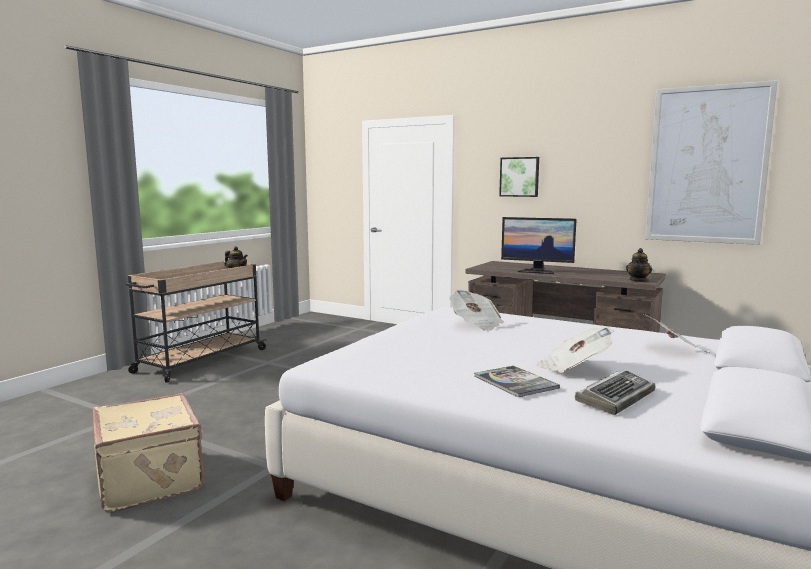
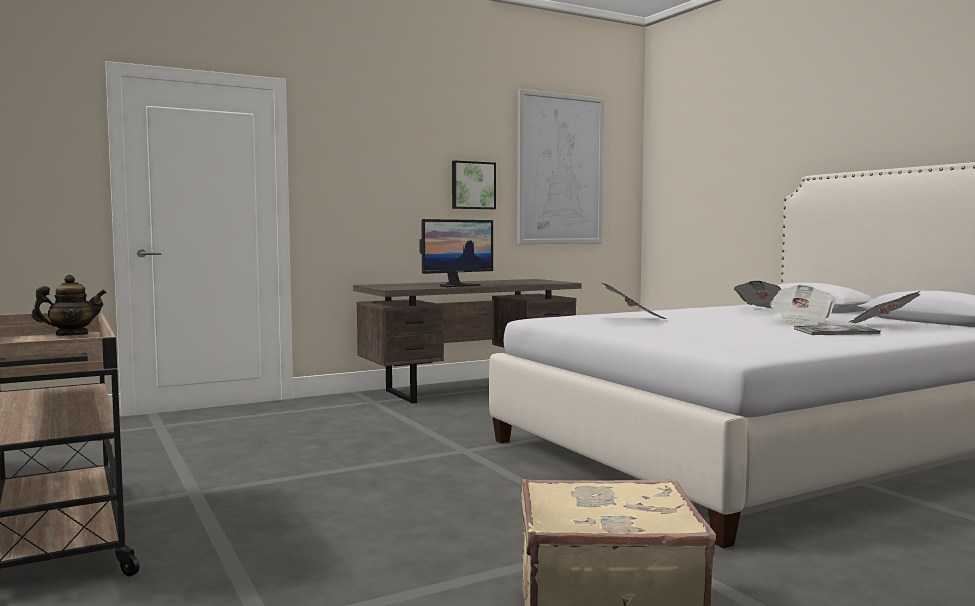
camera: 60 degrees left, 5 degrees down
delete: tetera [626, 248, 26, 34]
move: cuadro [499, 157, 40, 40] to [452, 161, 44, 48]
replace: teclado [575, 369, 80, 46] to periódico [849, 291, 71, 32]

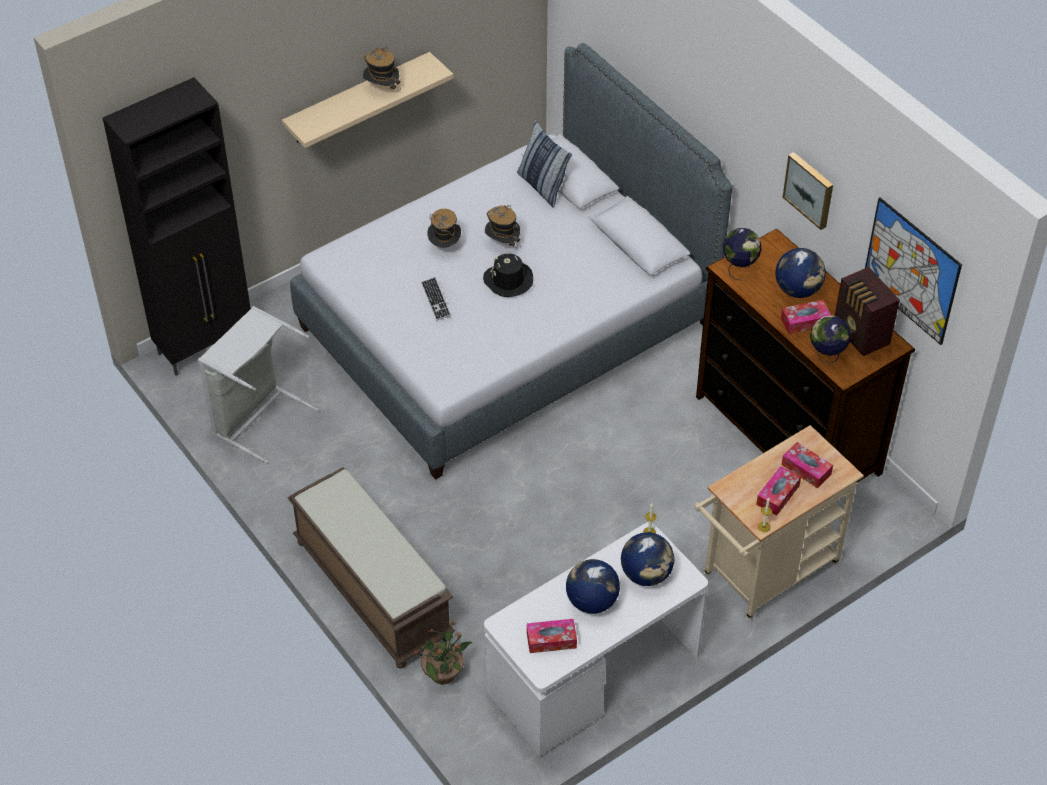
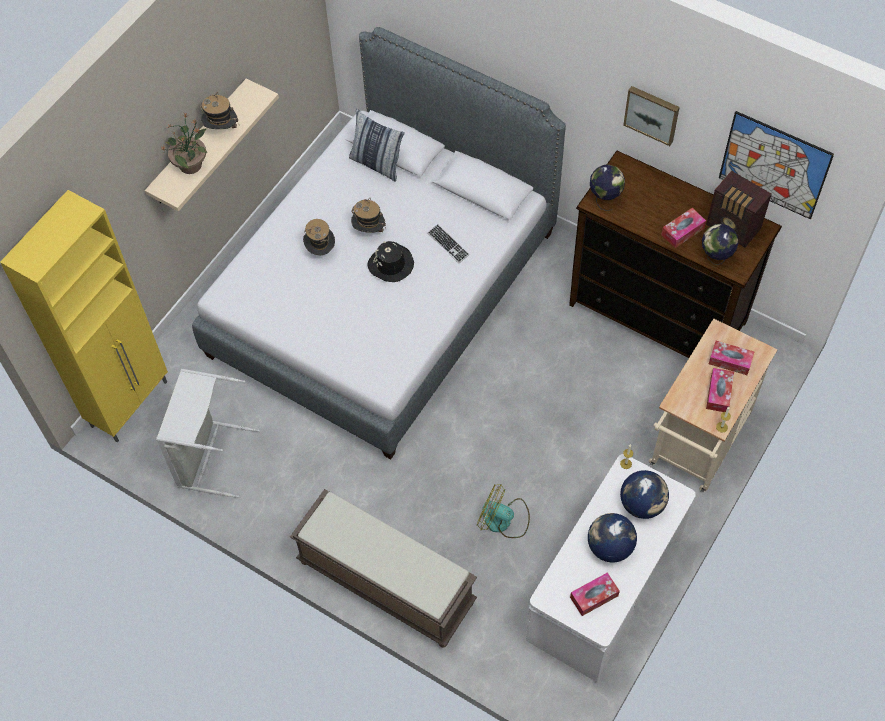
camera: 20 degrees left, 10 degrees up
delete: globo terráqueo [775, 248, 51, 50]
insert: ventilador [477, 484, 53, 54]
move: planta en maceta [413, 619, 59, 65] to [161, 113, 46, 61]; teclado [421, 277, 30, 44] to [428, 224, 42, 39]
recolor: armario [negro] [103, 77, 148, 299] to armario [amarillo] [0, 190, 168, 253]

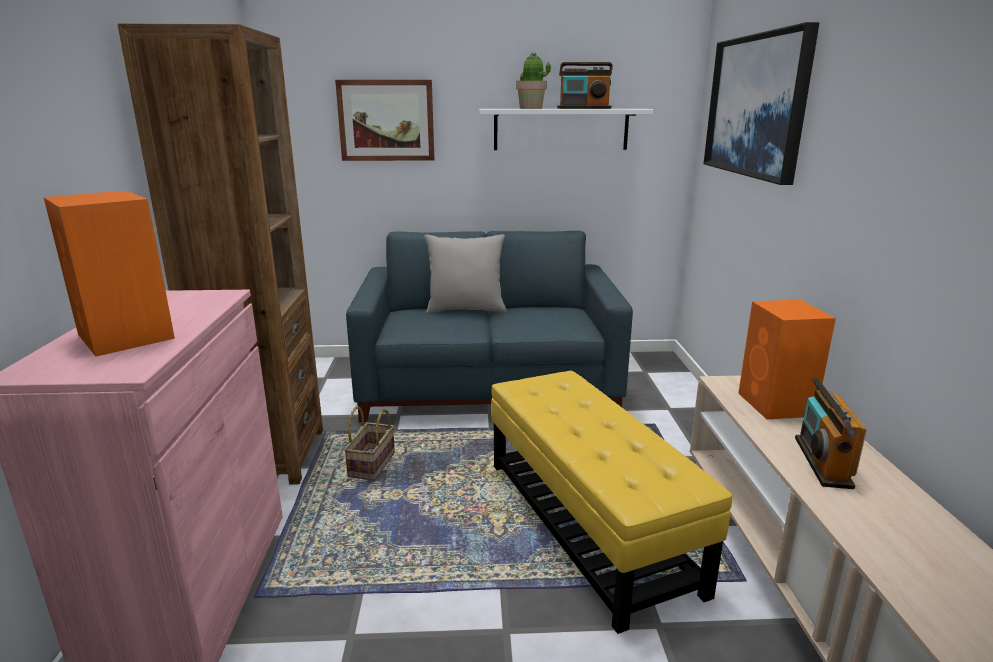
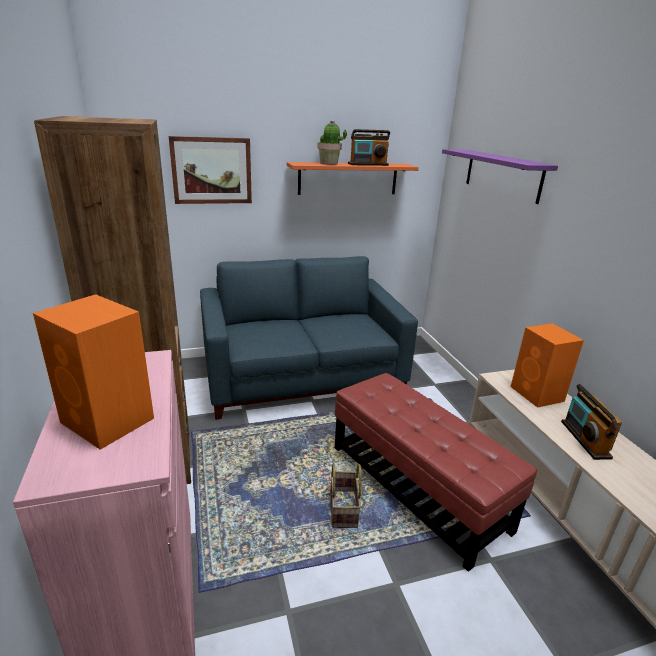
camera: 15 degrees left, 5 degrees up
delete: cojín [gris] [425, 235, 82, 79]
move: cesta [344, 406, 51, 74] to [330, 463, 32, 65]
replace: cuadro [704, 22, 116, 163] to estante [morado] [442, 149, 116, 55]
recolor: estante [blanco] [479, 109, 174, 41] to estante [naranja] [287, 162, 132, 33]; puf [amarillo] [491, 371, 242, 263] to puf [rojo] [335, 373, 202, 199]

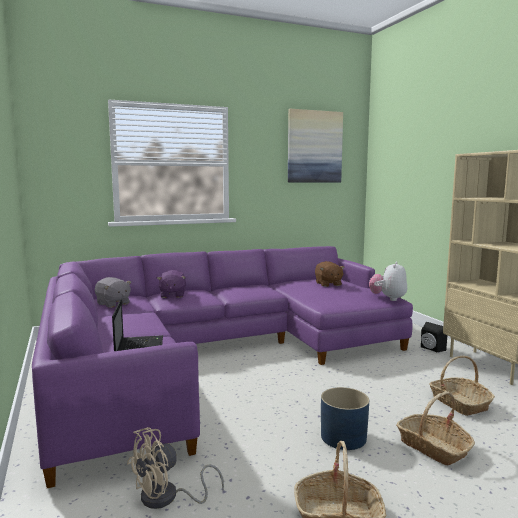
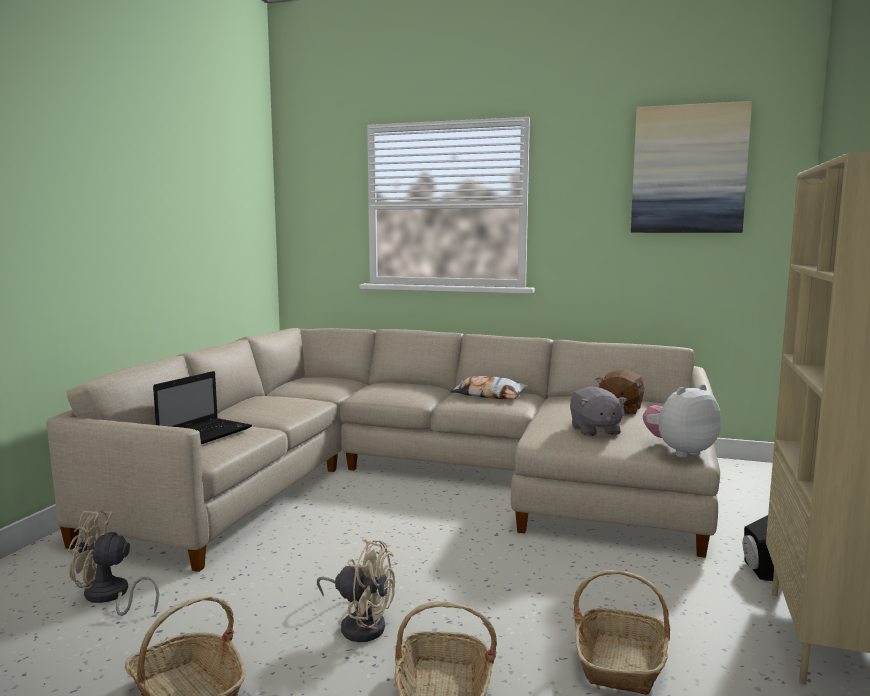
camera: 40 degrees right, 0 degrees up
delete: peluche [morado] [157, 270, 29, 28]
insert: cojín [450, 376, 78, 23]
move: peluche [gris] [95, 277, 36, 31] to [570, 386, 57, 50]
replace: maceta [azul] [321, 387, 48, 63] to ventilador [beis] [317, 539, 78, 103]
recolor: sofá [morado] [32, 246, 381, 242] to sofá [beis] [46, 328, 674, 244]

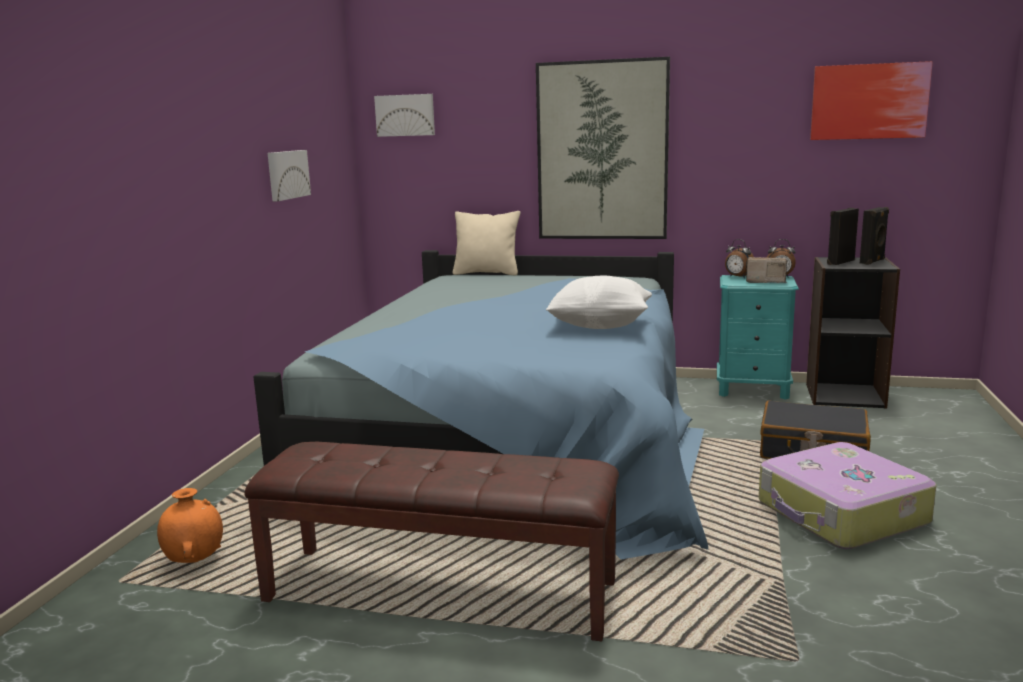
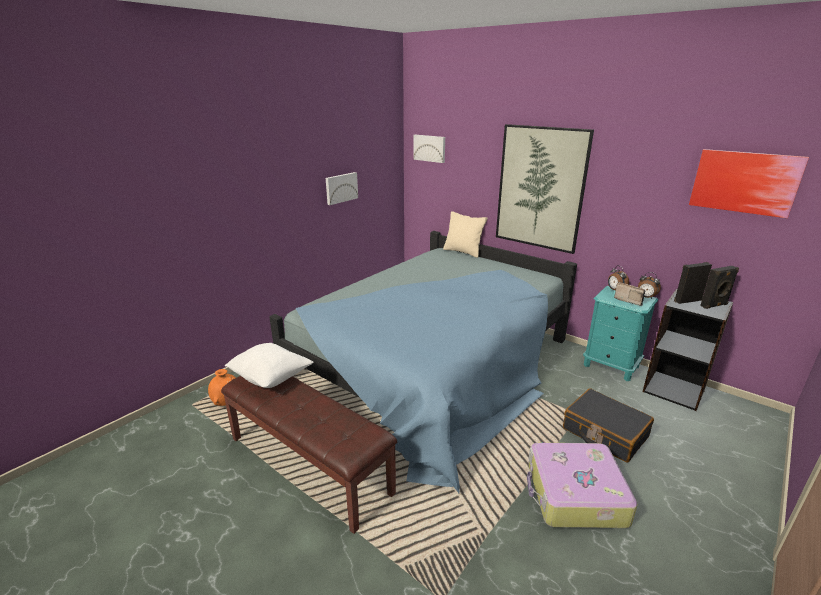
camera: 25 degrees right, 10 degrees up
move: cojín [blanco] [546, 276, 106, 53] to [225, 343, 88, 45]

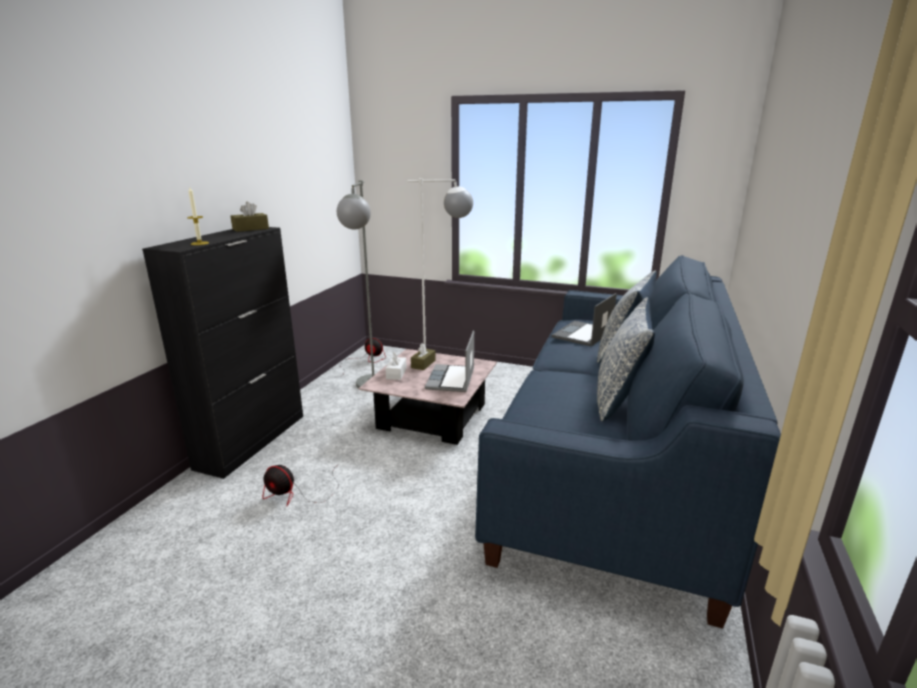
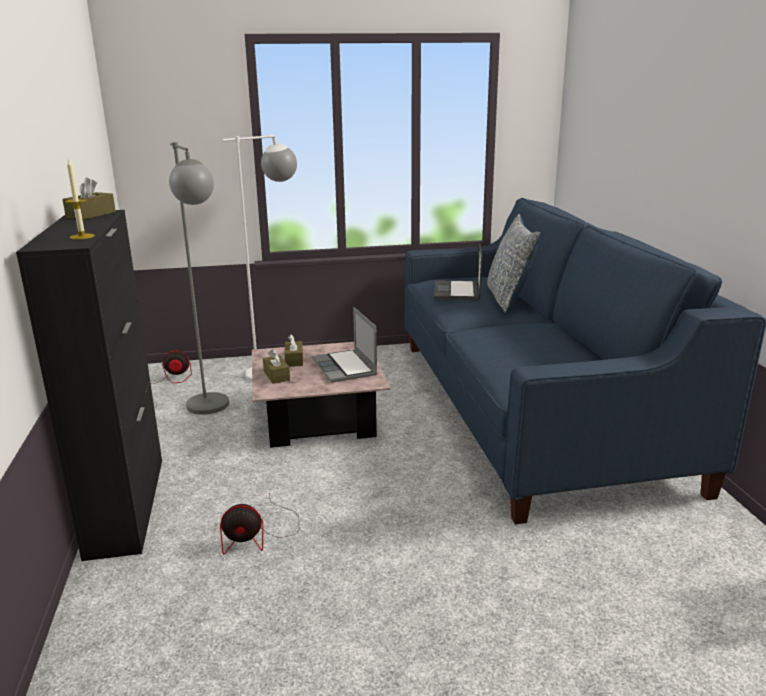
camera: 30 degrees left, 0 degrees up
delete: cojín [597, 297, 58, 125]
recolor: caja de pañuelos [blanco] [385, 352, 22, 28] to caja de pañuelos [marrón] [263, 349, 27, 35]

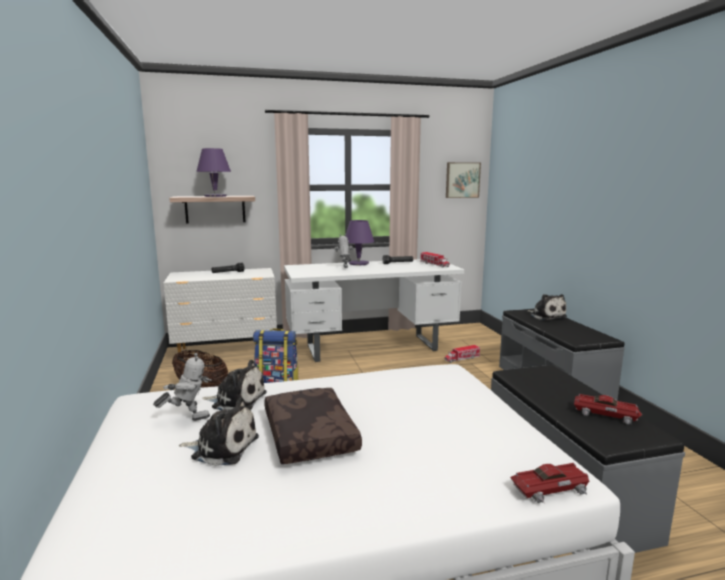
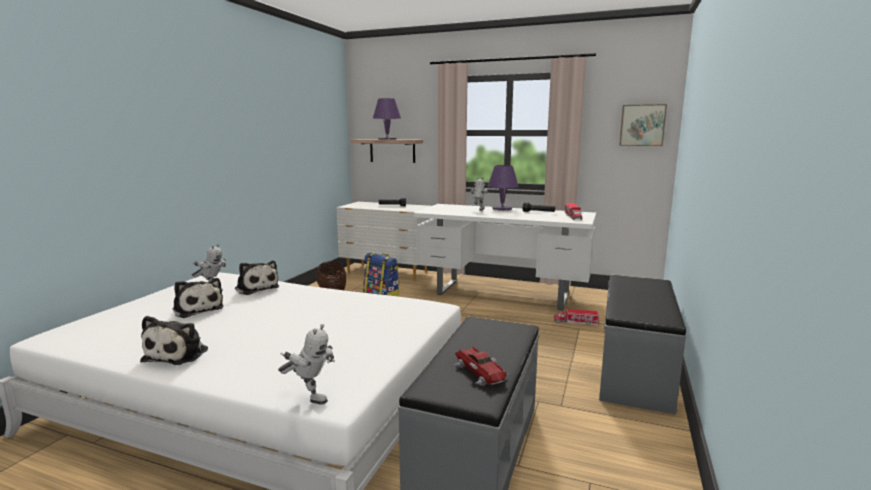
camera: 35 degrees right, 0 degrees up
delete: cojín [marrón] [264, 388, 98, 76]
move: peluche [527, 294, 40, 27] to [140, 316, 68, 49]
replace: coche de juguete [510, 463, 79, 40] to robot de juguete [278, 324, 57, 80]

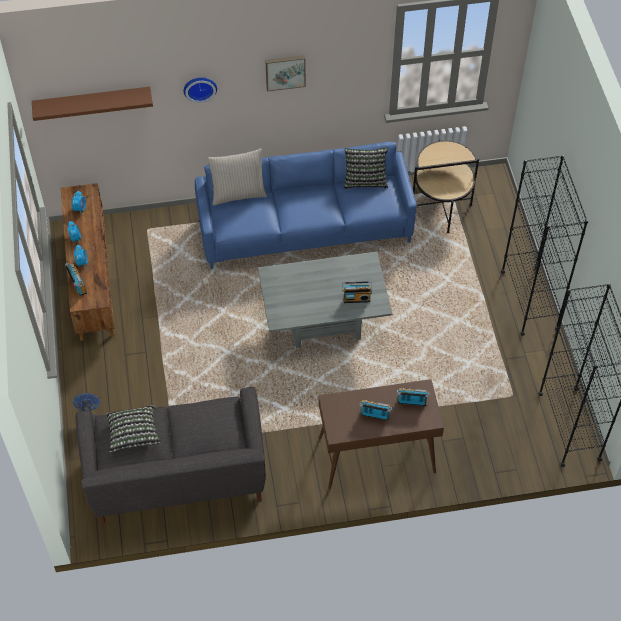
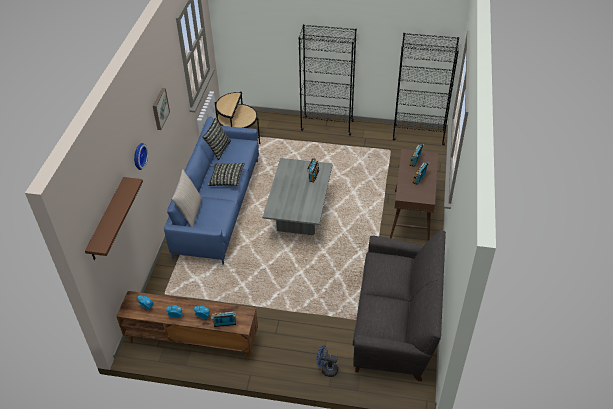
camera: 70 degrees left, 10 degrees down
move: cojín [106, 405, 55, 47] to [208, 163, 37, 23]

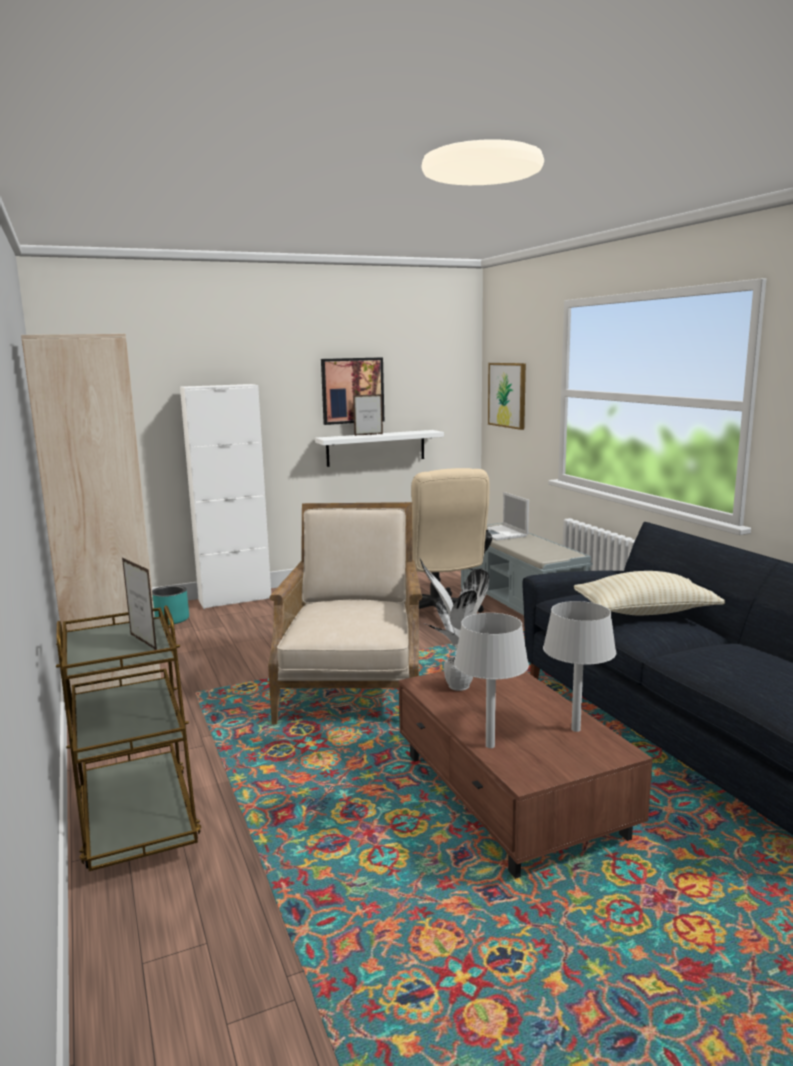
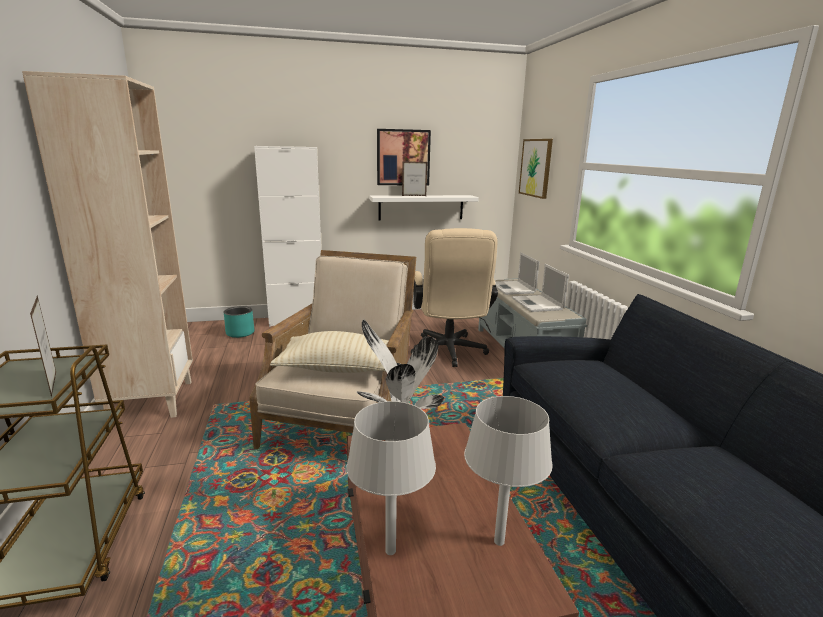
camera: 10 degrees right, 5 degrees up
insert: portátil [512, 264, 57, 48]
move: cojín [beis] [574, 571, 151, 45] to [270, 331, 119, 42]

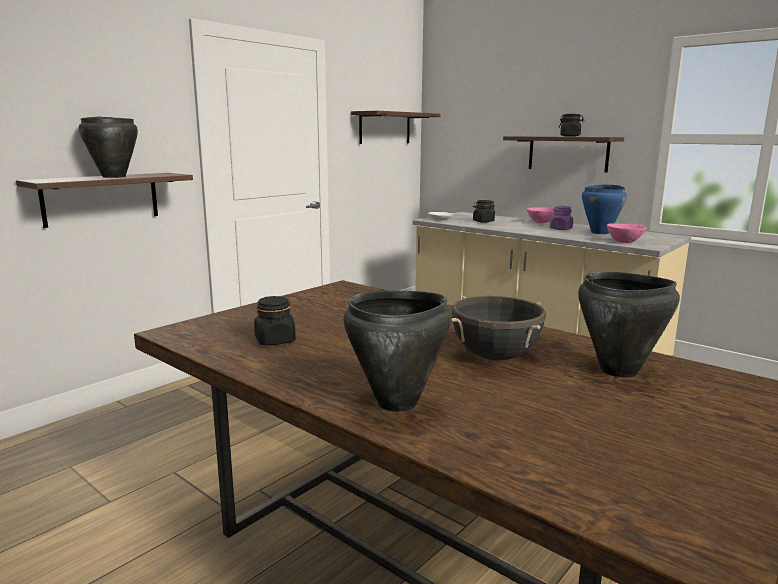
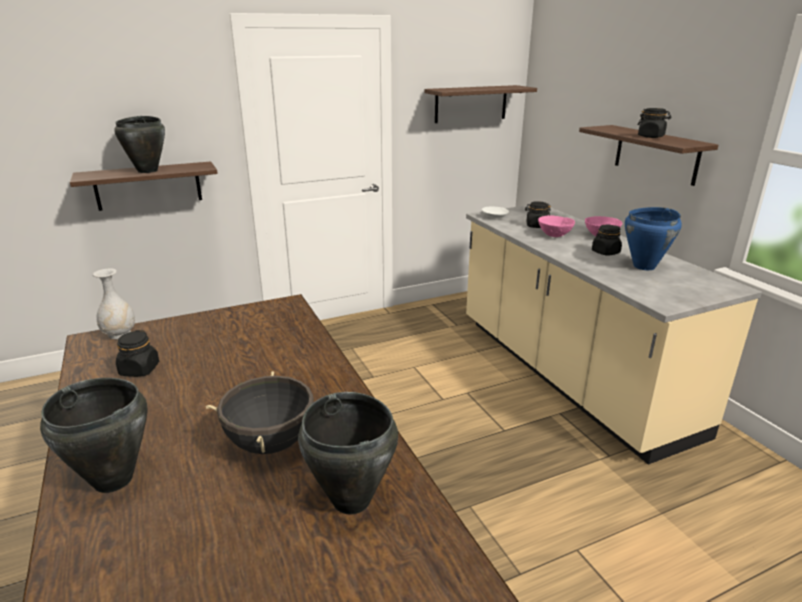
camera: 25 degrees right, 10 degrees up
insert: florero [blanco] [93, 268, 42, 71]
move: cuenco [rosa] [607, 223, 40, 20] to [538, 215, 37, 22]
recolor: tarro [morado] [550, 206, 23, 24] to tarro [negro] [592, 225, 30, 31]

